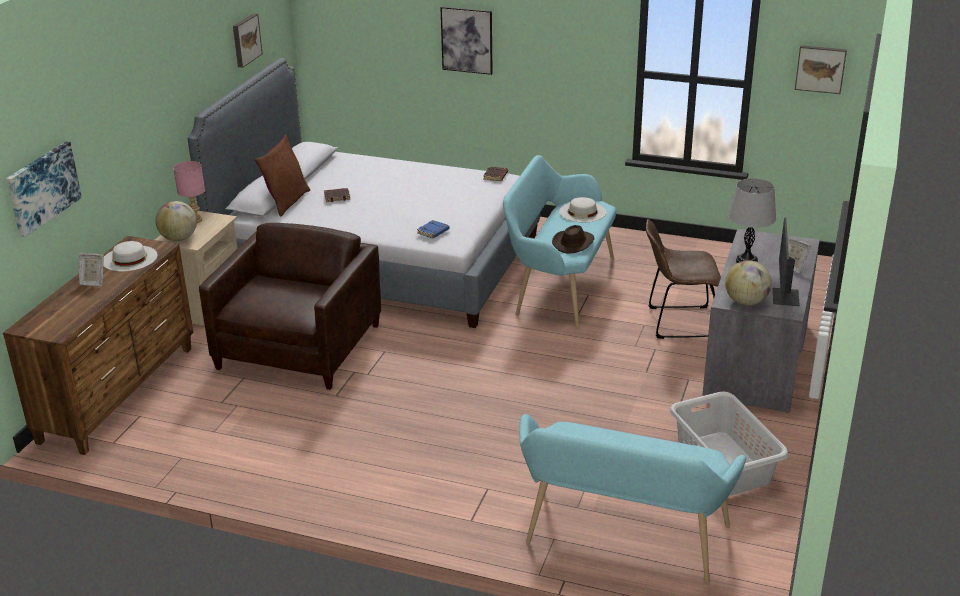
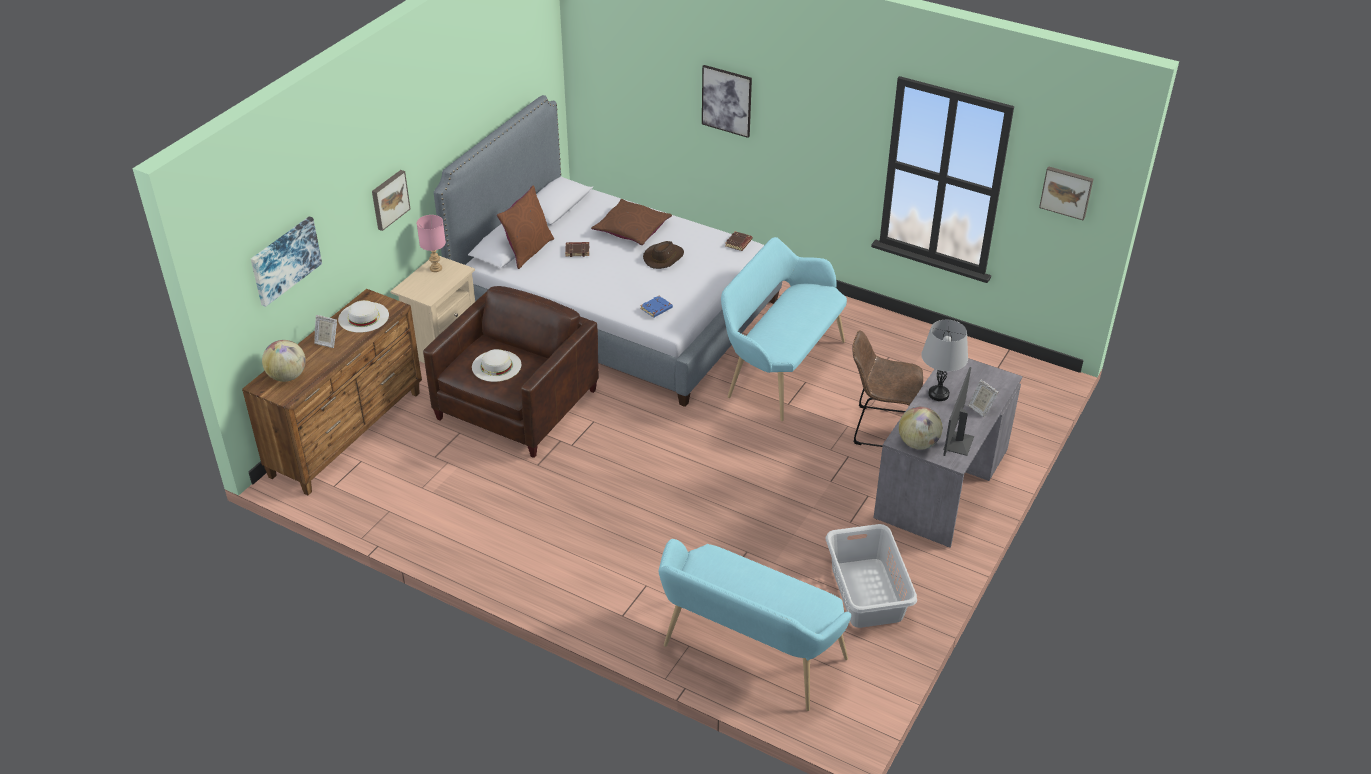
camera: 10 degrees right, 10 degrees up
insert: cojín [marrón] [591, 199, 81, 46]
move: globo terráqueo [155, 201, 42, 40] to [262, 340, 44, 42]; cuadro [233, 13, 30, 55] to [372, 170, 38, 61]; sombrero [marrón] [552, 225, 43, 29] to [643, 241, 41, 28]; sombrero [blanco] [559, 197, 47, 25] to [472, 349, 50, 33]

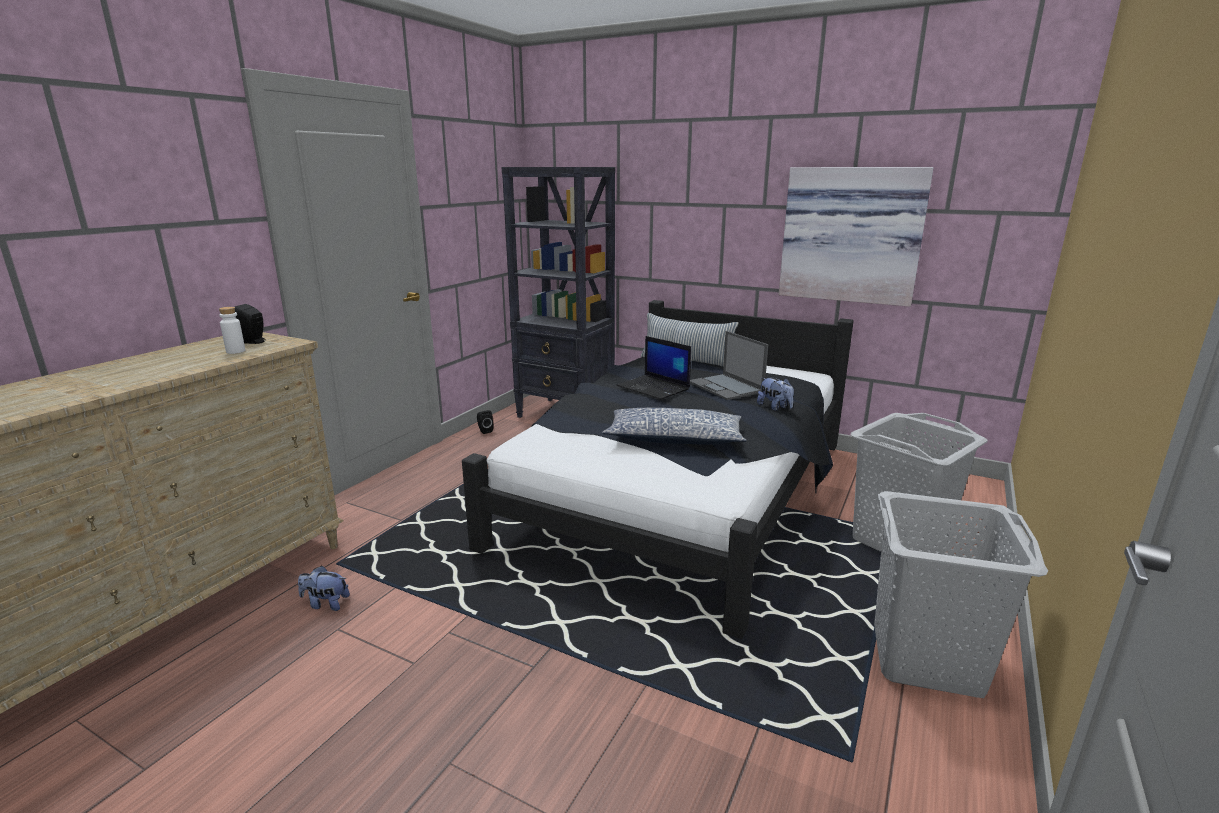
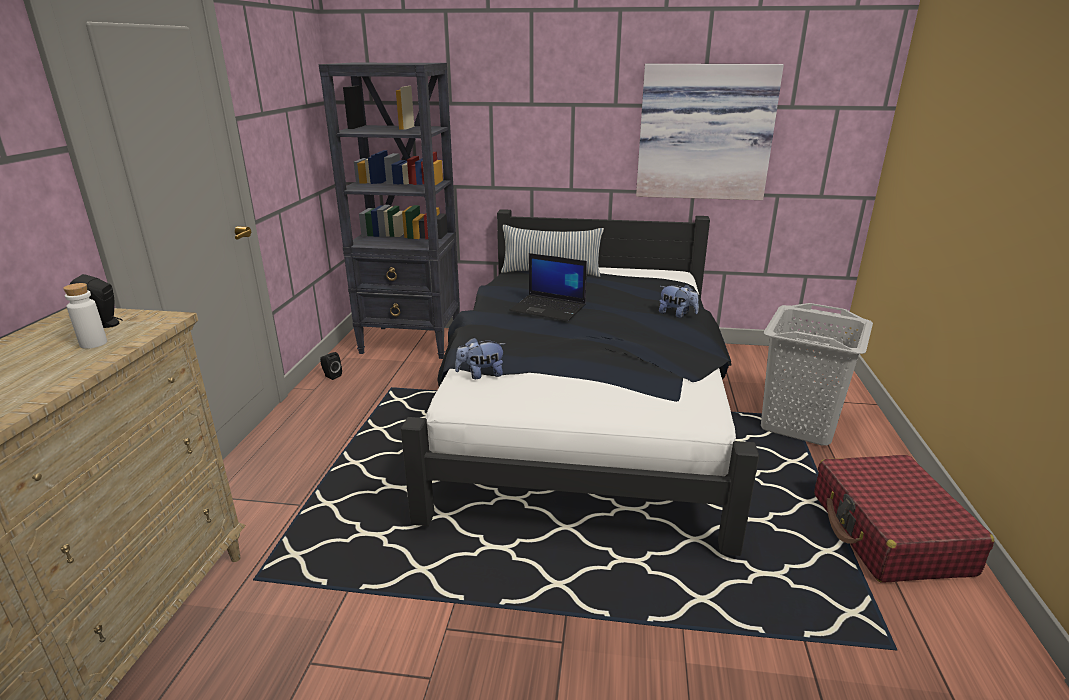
camera: 20 degrees left, 5 degrees up
delete: cojín [602, 408, 145, 37]; portátil [690, 331, 78, 69]
move: peluche [298, 565, 52, 46] to [455, 337, 51, 42]
replace: cesto de la ropa [gris] [874, 491, 174, 207] to maleta [rojo] [814, 455, 180, 128]

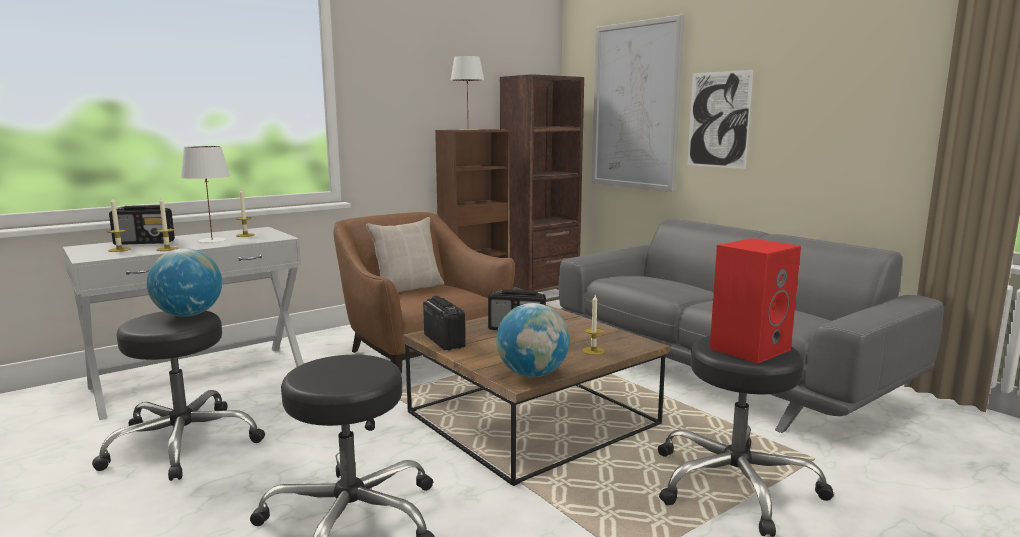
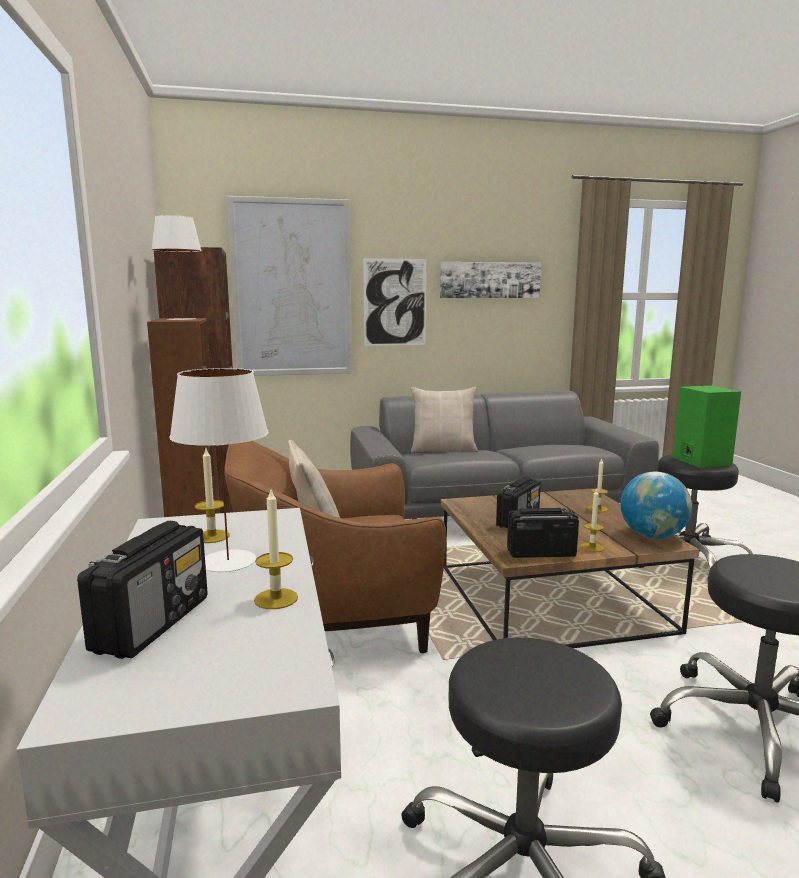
camera: 65 degrees left, 0 degrees up
delete: globo terráqueo [147, 248, 75, 69]
insert: cojín [beis] [411, 387, 67, 65]; cuadro [440, 262, 101, 36]
move: vela [107, 197, 24, 55] to [580, 488, 24, 64]
recolor: altavoz [rojo] [710, 238, 91, 126] to altavoz [verde] [673, 386, 68, 82]

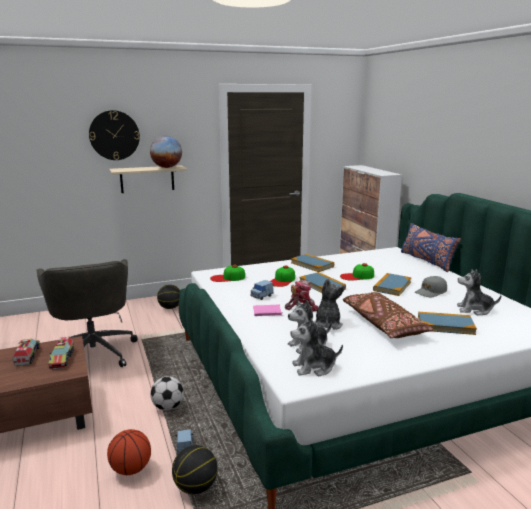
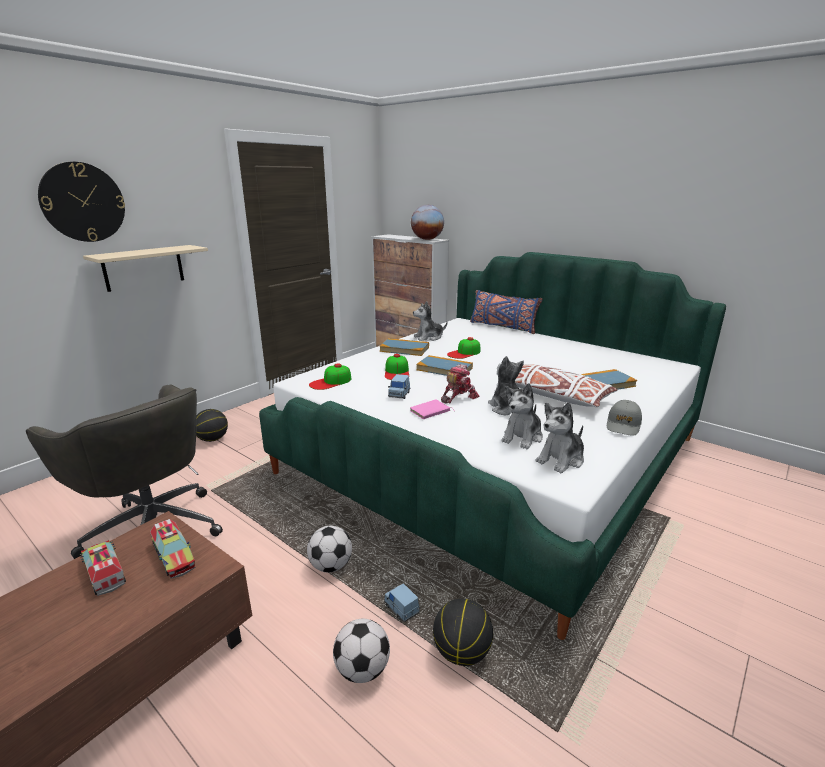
camera: 30 degrees left, 5 degrees up
delete: libro [373, 273, 38, 23]
move: globo terráqueo [150, 136, 32, 32] to [411, 205, 33, 35]; gorra [gris] [415, 276, 32, 21] to [607, 400, 35, 36]; peluche [457, 269, 45, 46] to [413, 301, 34, 40]
replace: balón de baloncesto [107, 429, 44, 46] to balón de fútbol [333, 619, 57, 64]
recolor: cojín [marrón] [343, 292, 91, 46] to cojín [blanco] [515, 364, 103, 43]

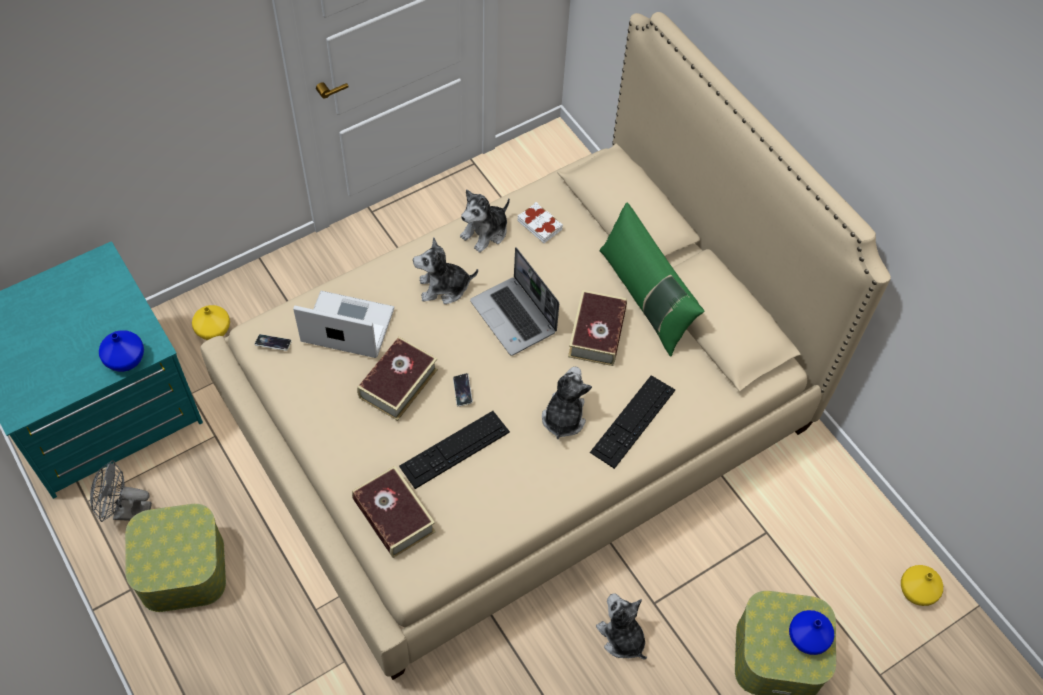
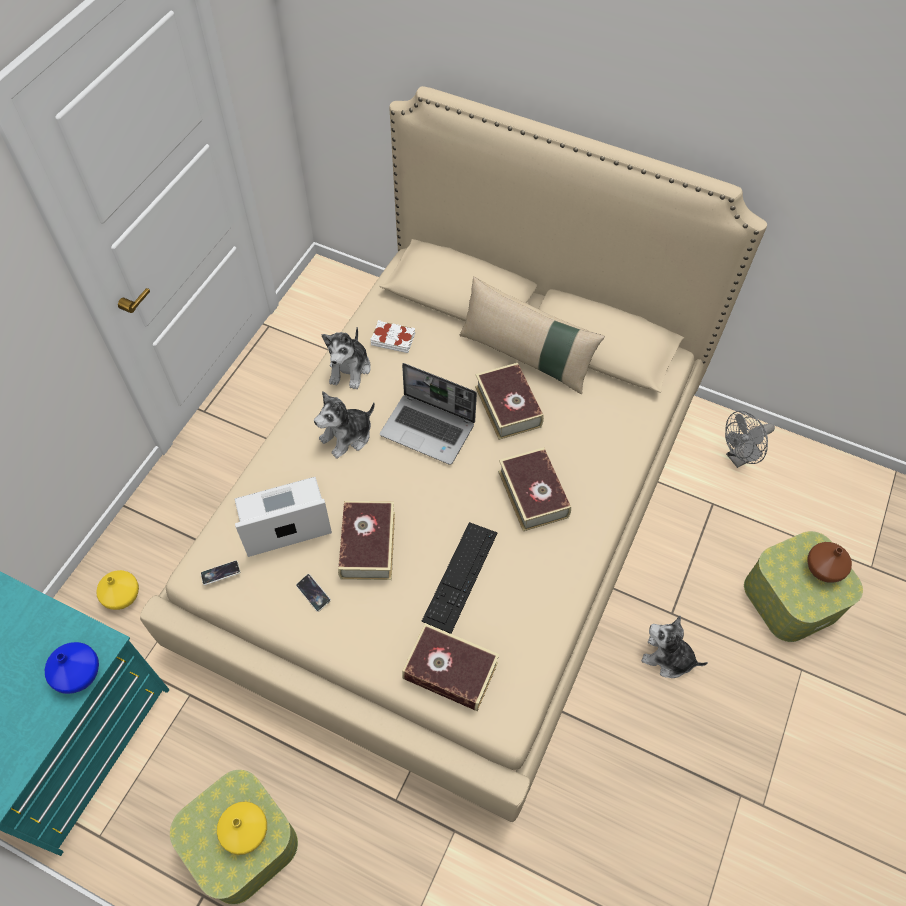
camera: 30 degrees left, 0 degrees up
delete: teclado [590, 375, 85, 94]
move: ventilador [gris] [90, 460, 62, 62] to [725, 411, 50, 57]; móvil [453, 373, 20, 34] to [296, 574, 35, 38]; florero [amarillo] [901, 565, 42, 41] to [217, 801, 50, 54]
replace: peluche [542, 367, 50, 73] to libro [498, 447, 73, 84]
recolor: cojín [verde] [600, 202, 104, 155] to cojín [beis] [460, 277, 145, 117]; florero [azul] [789, 610, 45, 45] to florero [marrón] [807, 542, 45, 41]

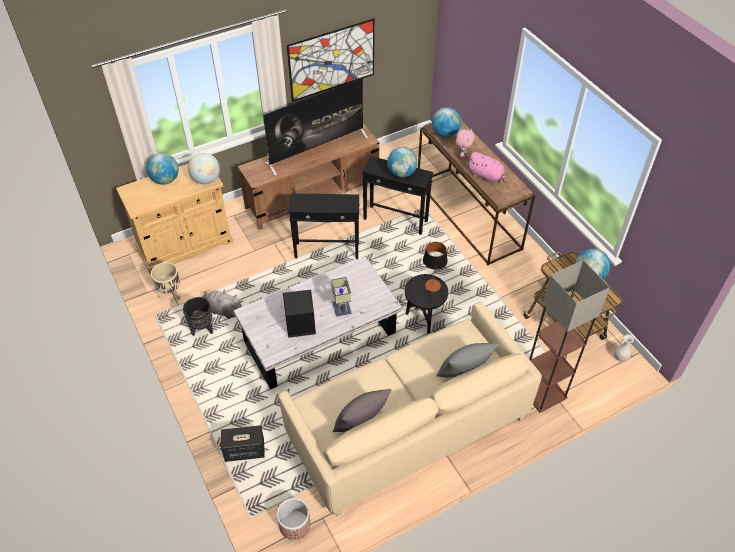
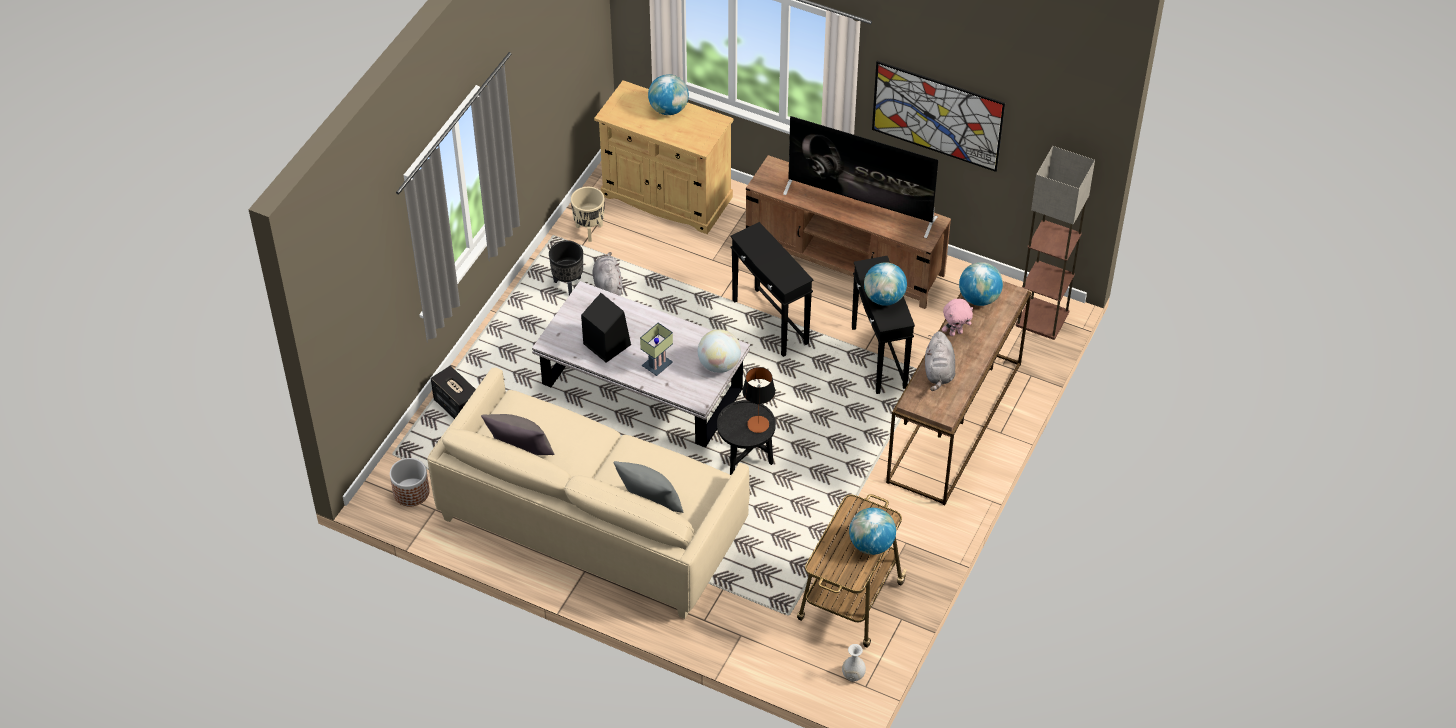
camera: 55 degrees right, 0 degrees up
move: globo terráqueo [188, 153, 32, 31] to [698, 329, 43, 44]; lámpara de pie [529, 260, 81, 153] to [1016, 146, 79, 194]
recolor: peluche [rosa] [468, 152, 39, 31] to peluche [gris] [925, 331, 30, 60]

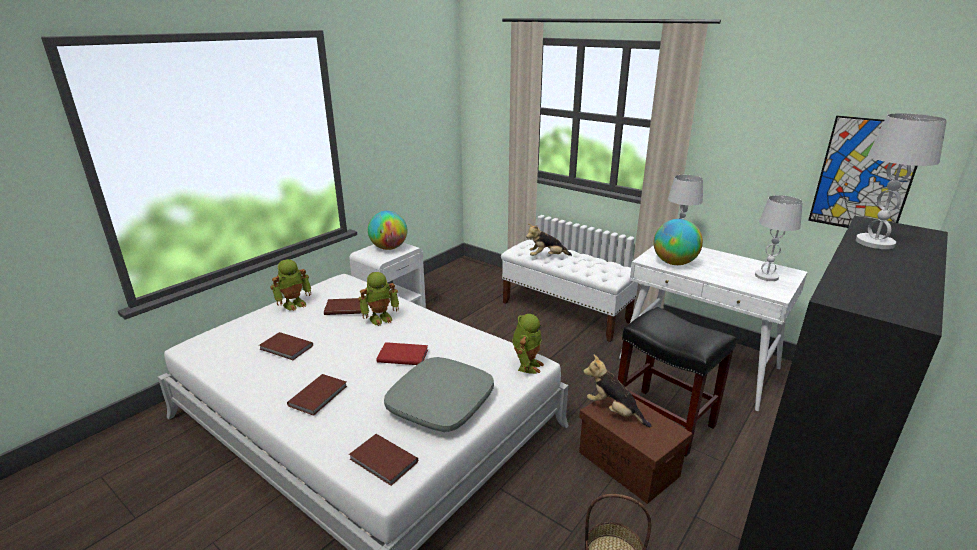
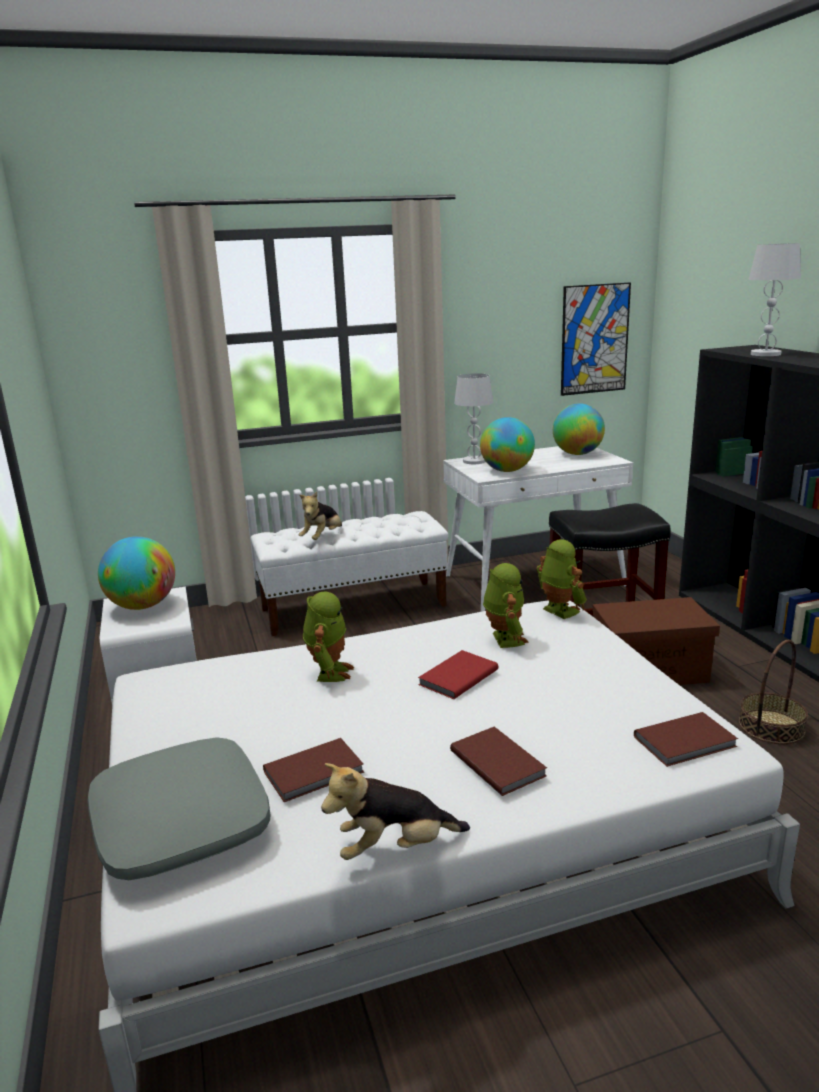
camera: 55 degrees left, 5 degrees down
delete: libro [marrón] [324, 298, 38, 17]
move: robot de juguete [270, 259, 41, 52] to [483, 563, 46, 85]; cojín [gris] [384, 357, 110, 75] to [88, 737, 183, 143]; peluche [583, 355, 68, 73] to [321, 763, 149, 97]
replace: lámpara de mesa [blanco] [755, 195, 48, 86] to globo terráqueo [553, 403, 52, 52]

